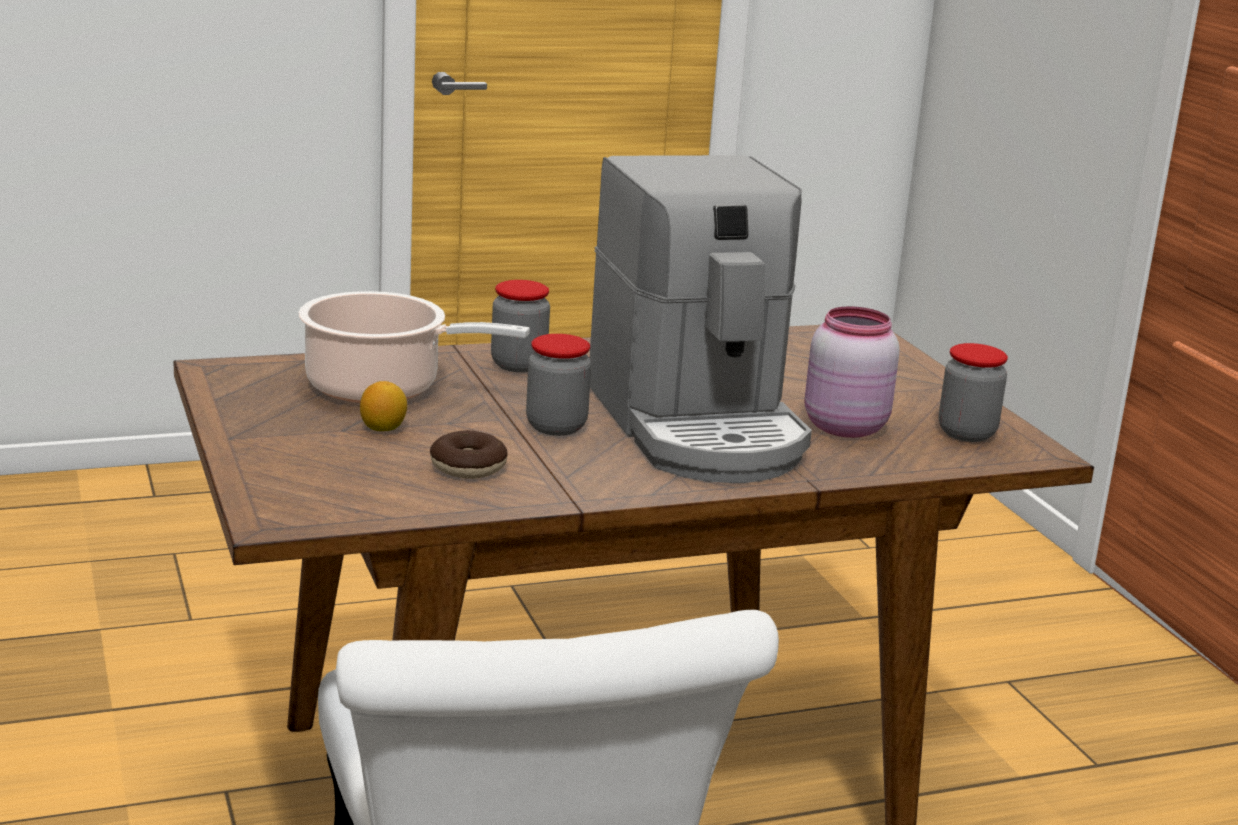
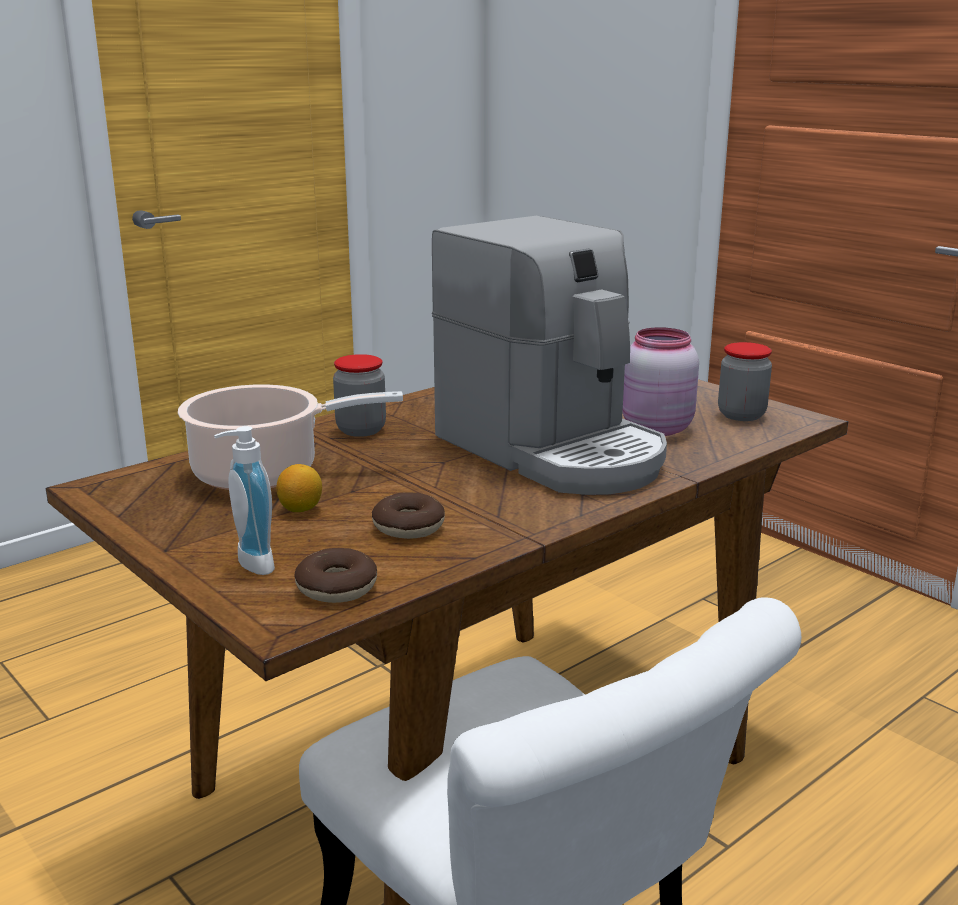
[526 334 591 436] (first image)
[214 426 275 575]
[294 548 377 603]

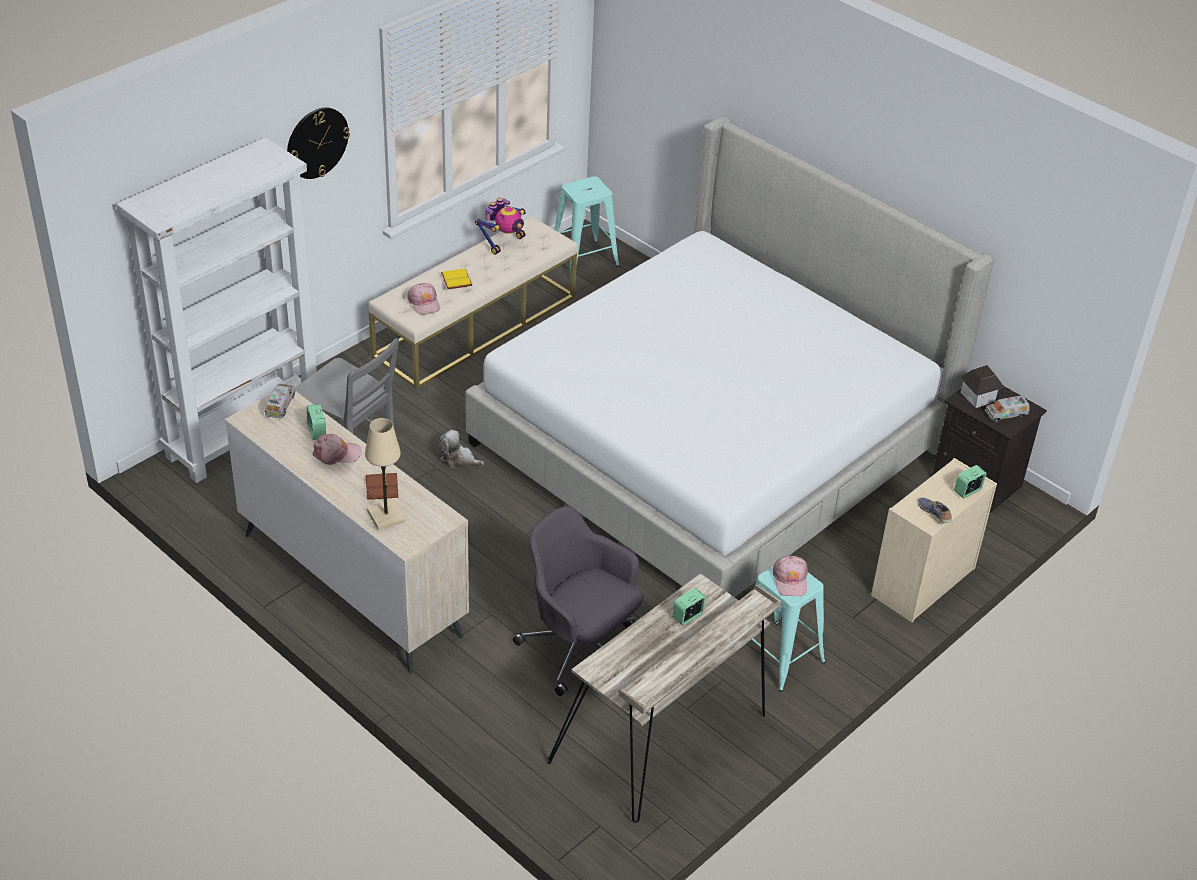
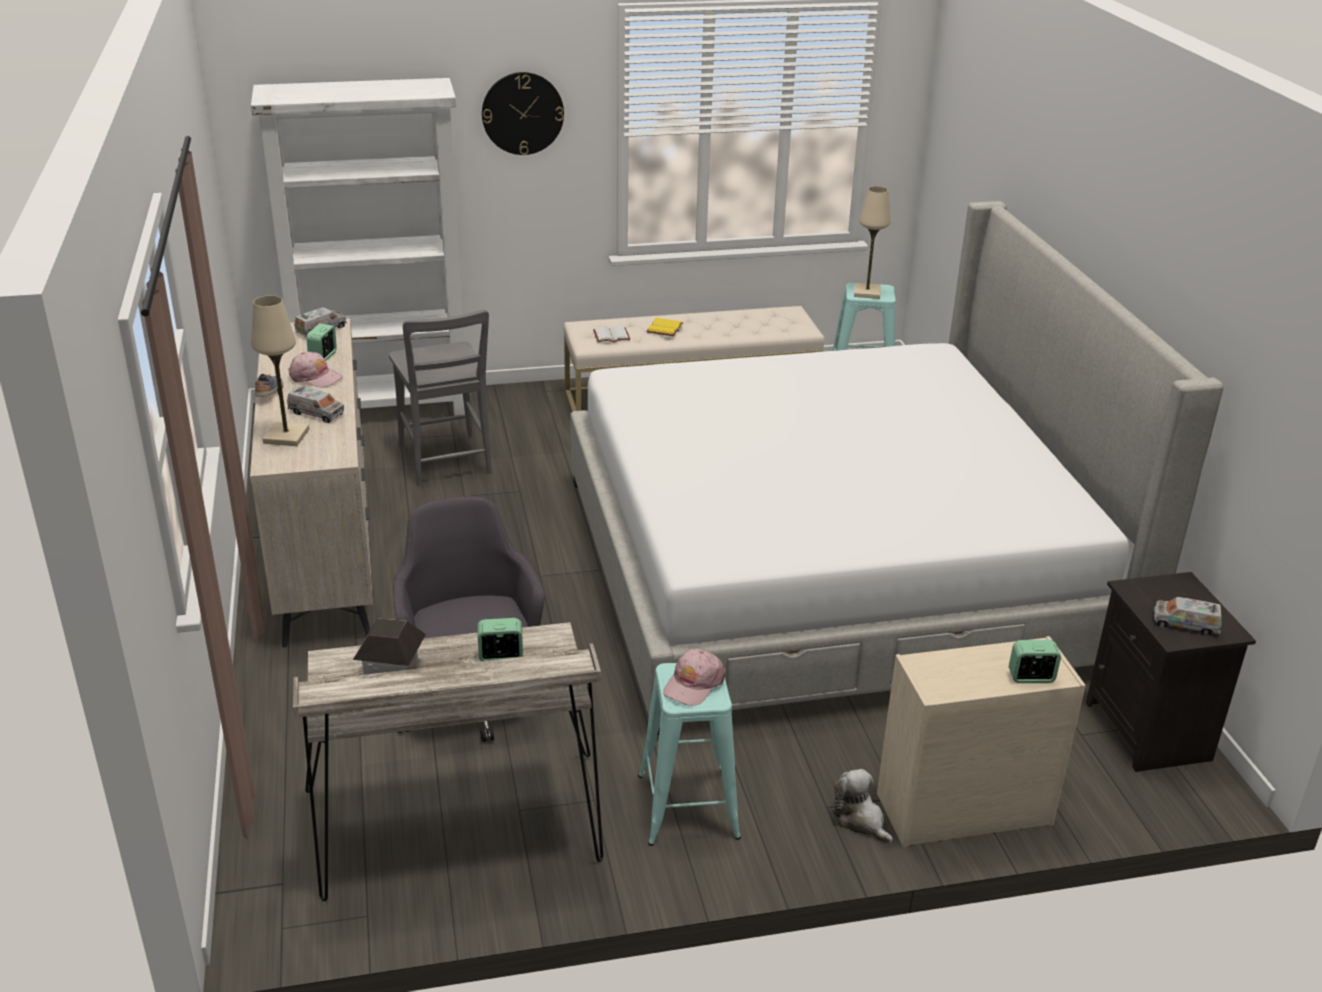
[287 386 344 423]
[593 325 630 342]
[833 769 893 844]
[475 198 526 255] (first image)
[255 374 284 397]
[353 619 426 675]
[854 186 891 299]

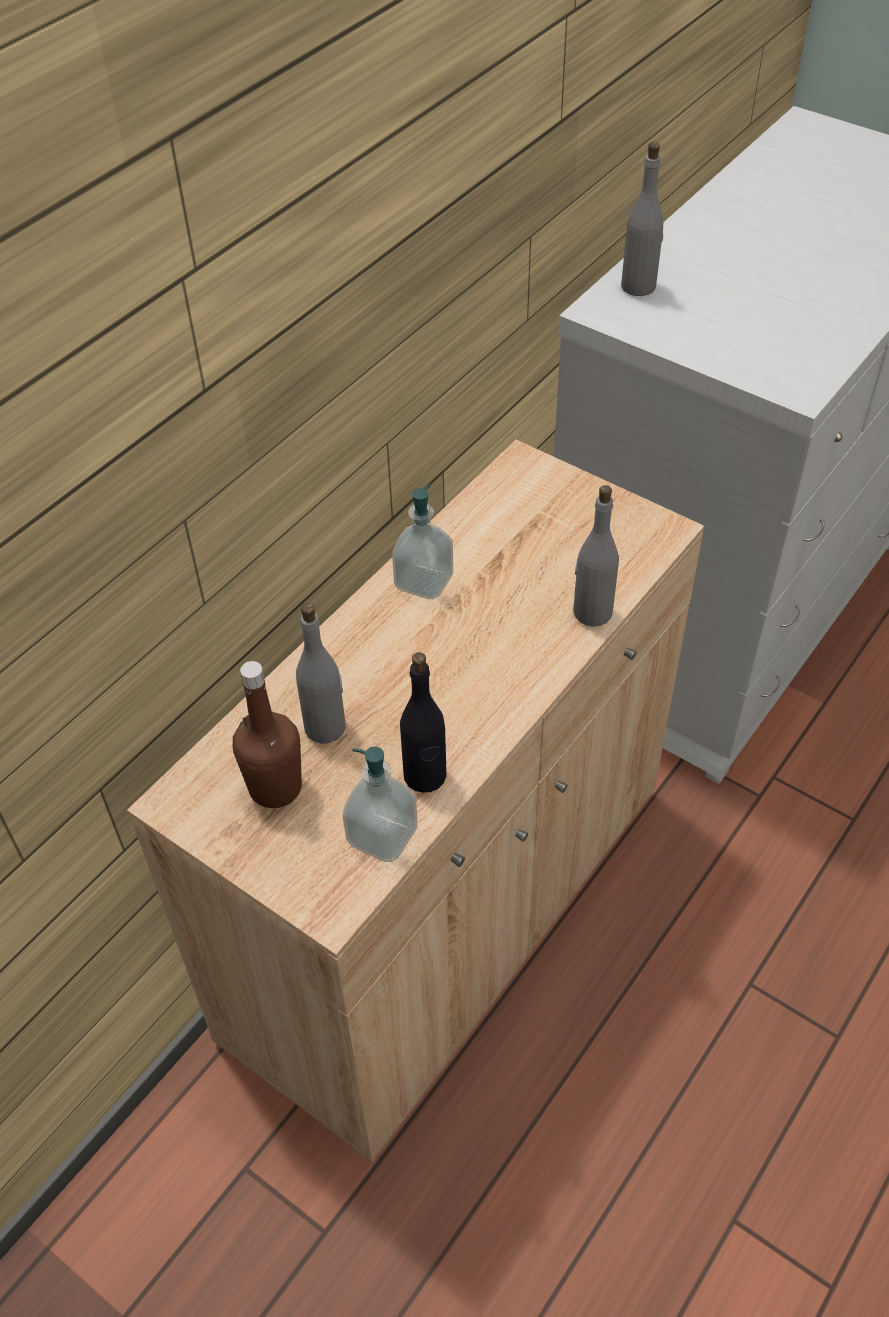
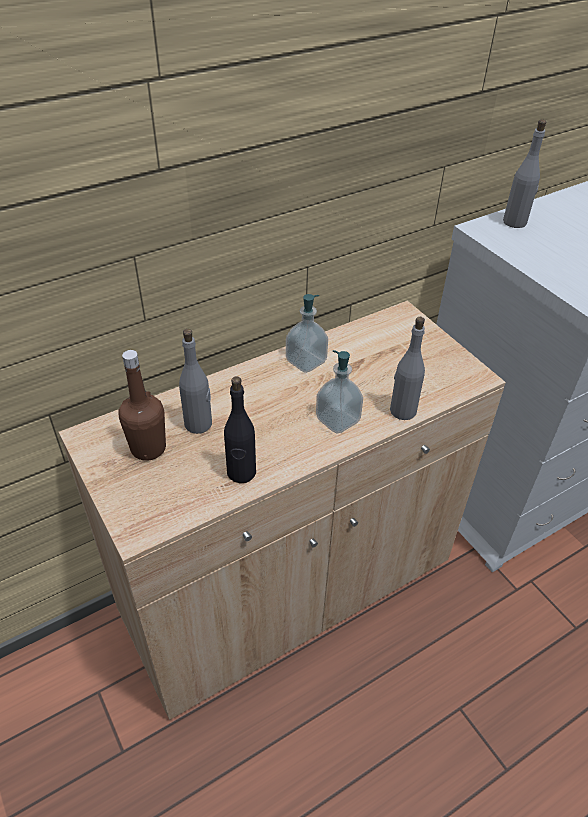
[316 350 363 433]

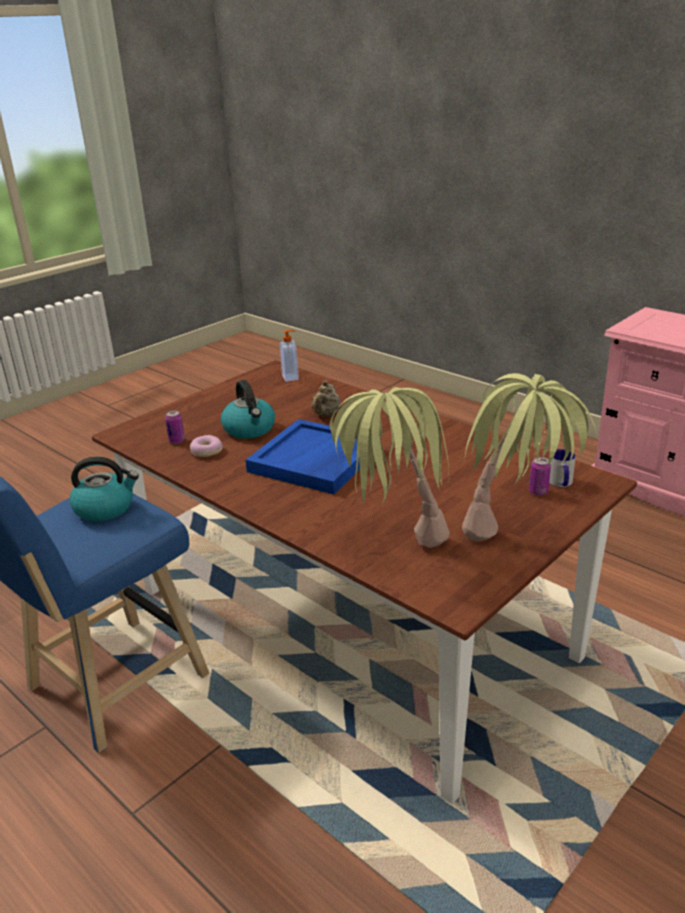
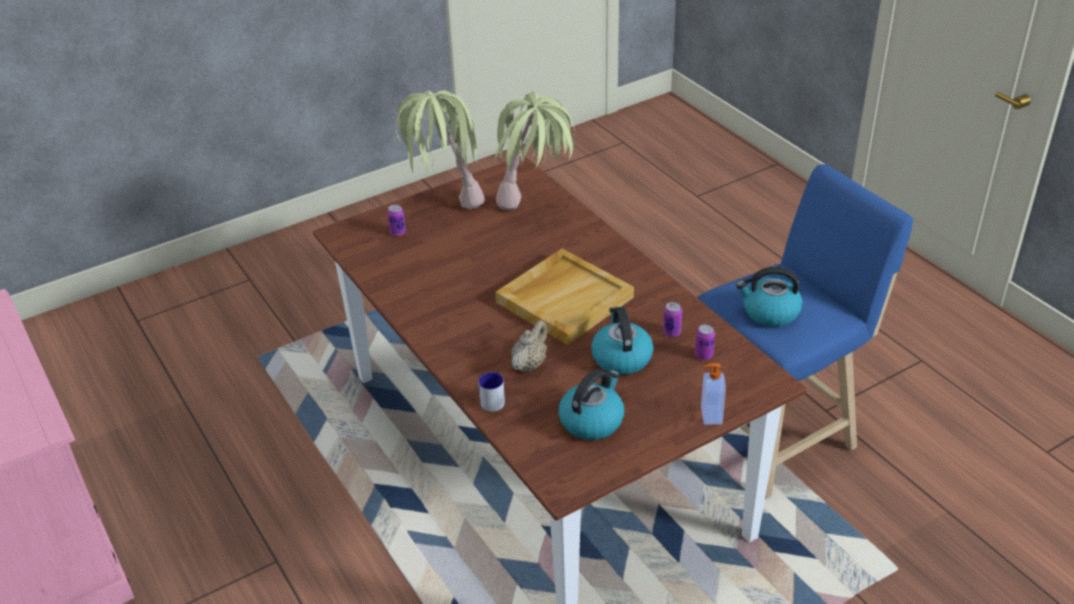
[663 302 682 337]
[495 249 634 345]
[701 363 726 425]
[478 372 505 412]
[559 369 624 440]

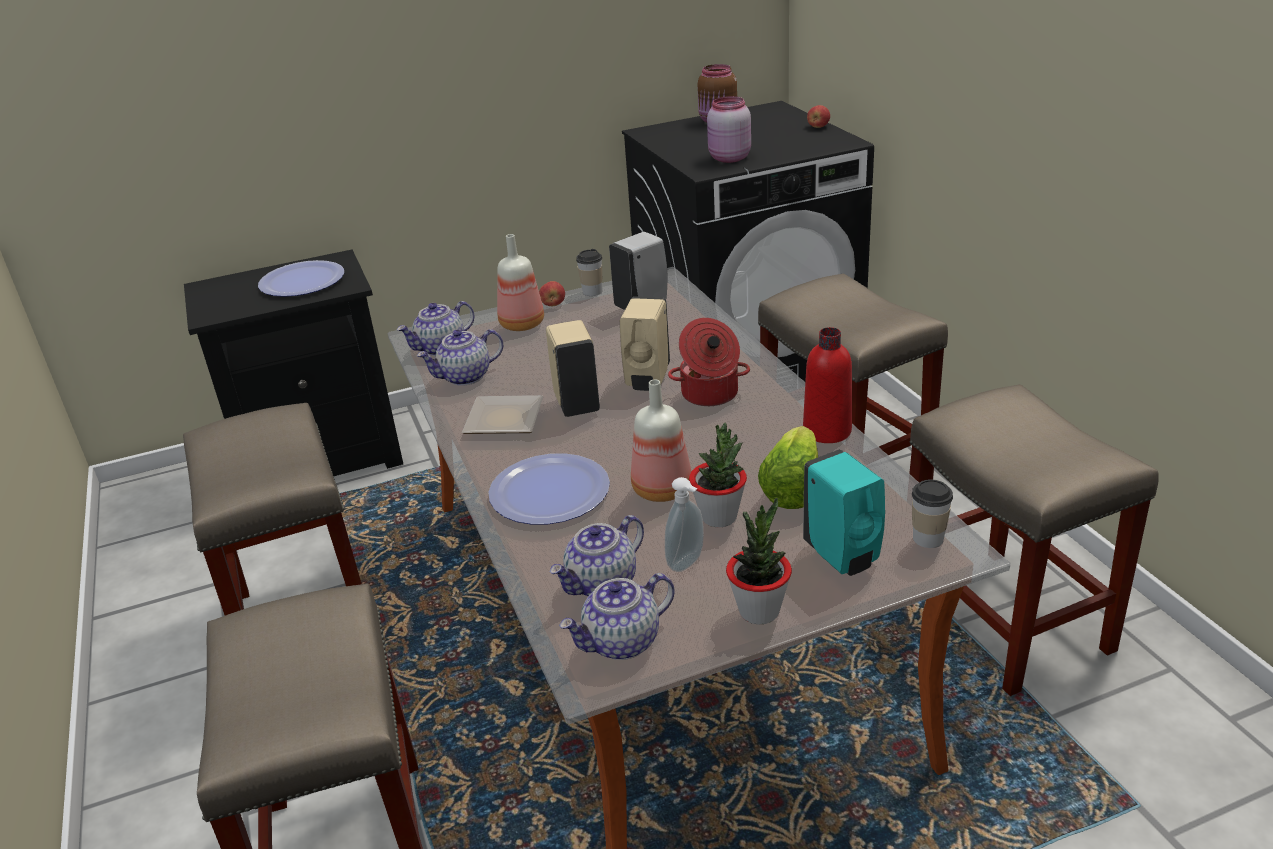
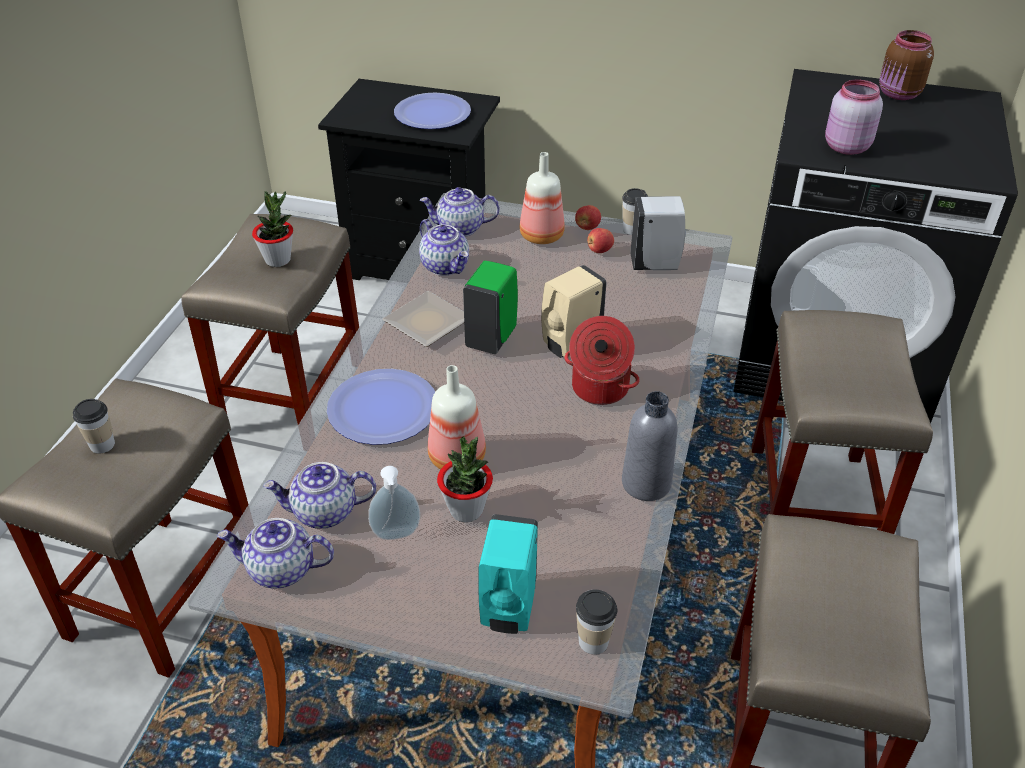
[419 219 469 276]
[463 261 518 354]
[252 191 293 267]
[758 426 818 509] (first image)
[622 391 677 501]
[587 228 614 253]
[73 399 115 454]

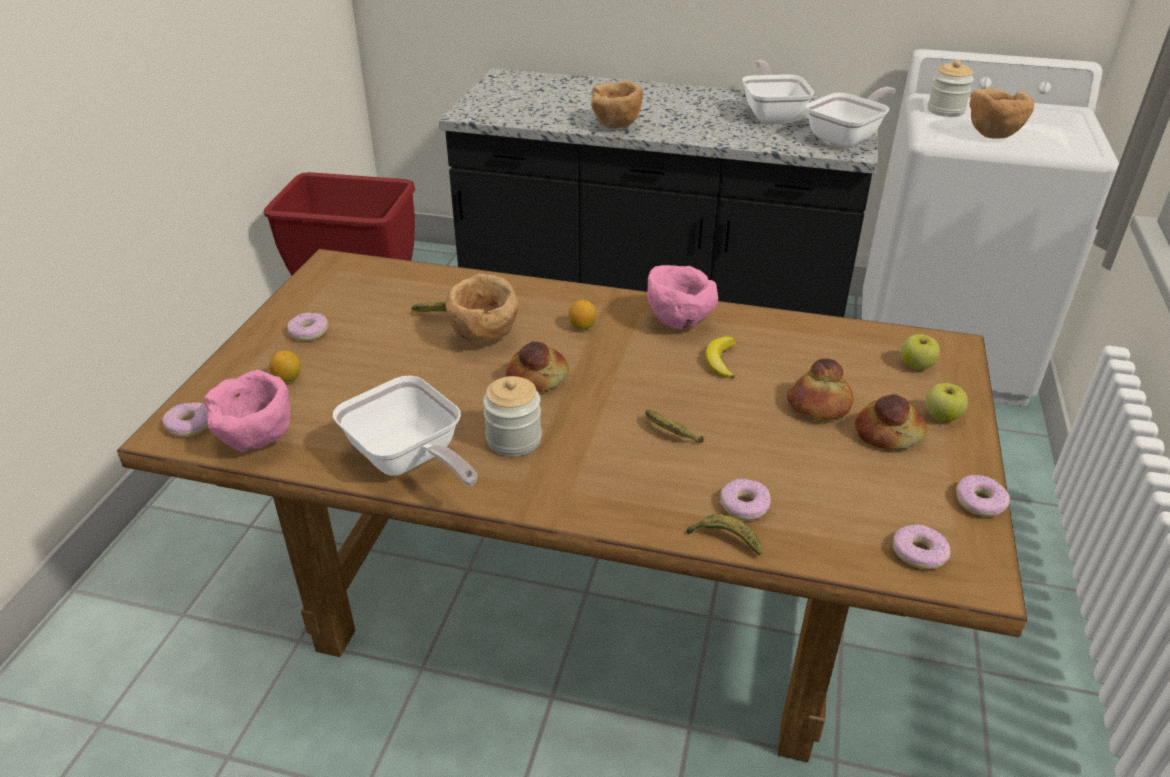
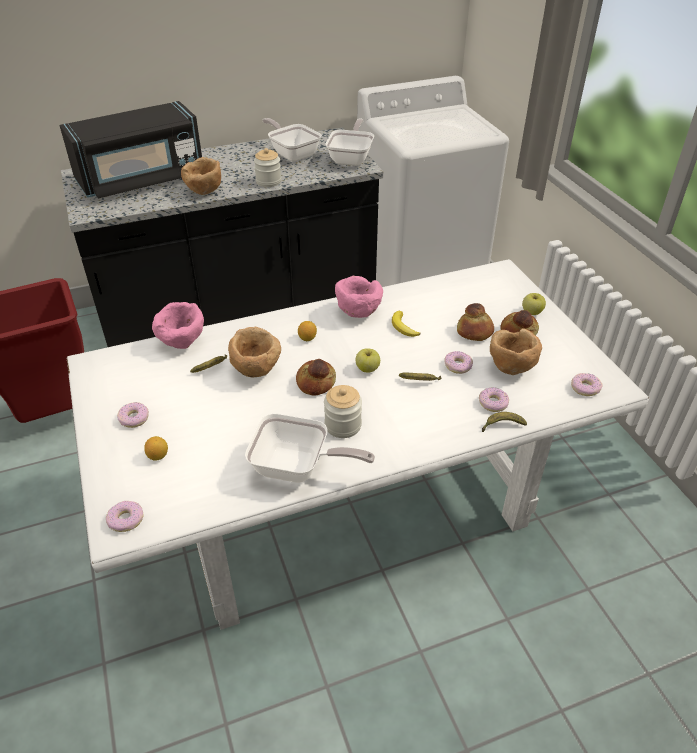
[67 259 649 630]
[152 302 204 349]
[356 348 380 373]
[254 148 281 187]
[445 351 473 374]
[490 329 542 375]
[59 101 202 198]

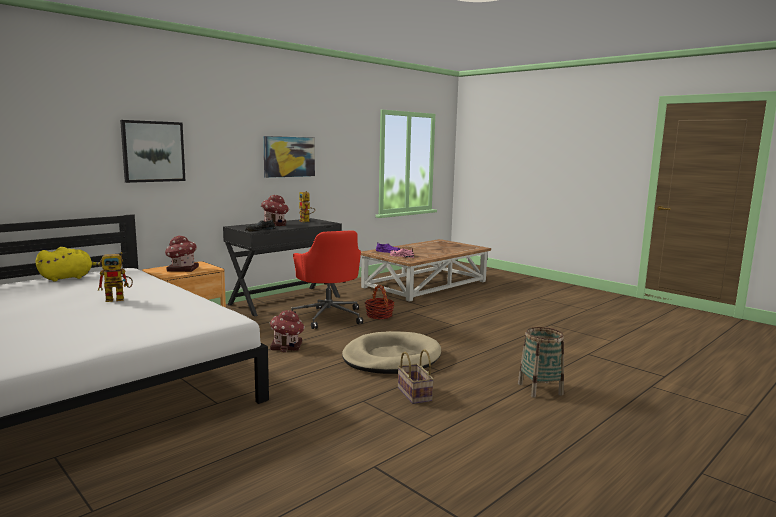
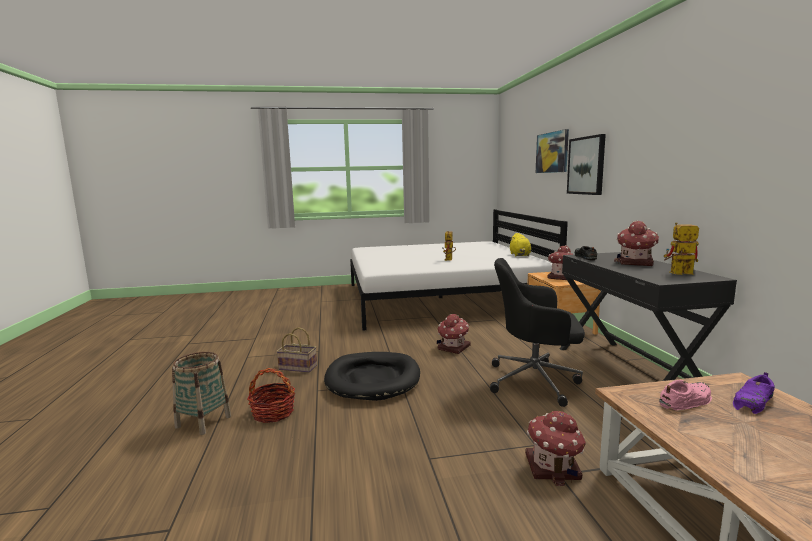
[536 129 569 173]
[490 258 585 407]
[324 352 420 401]
[247 368 295 423]
[525 411 586 486]

